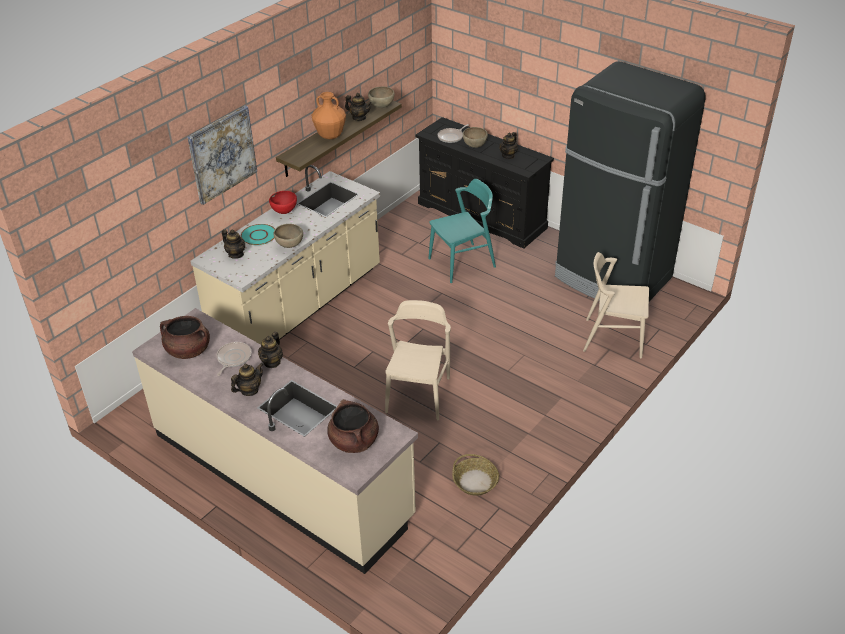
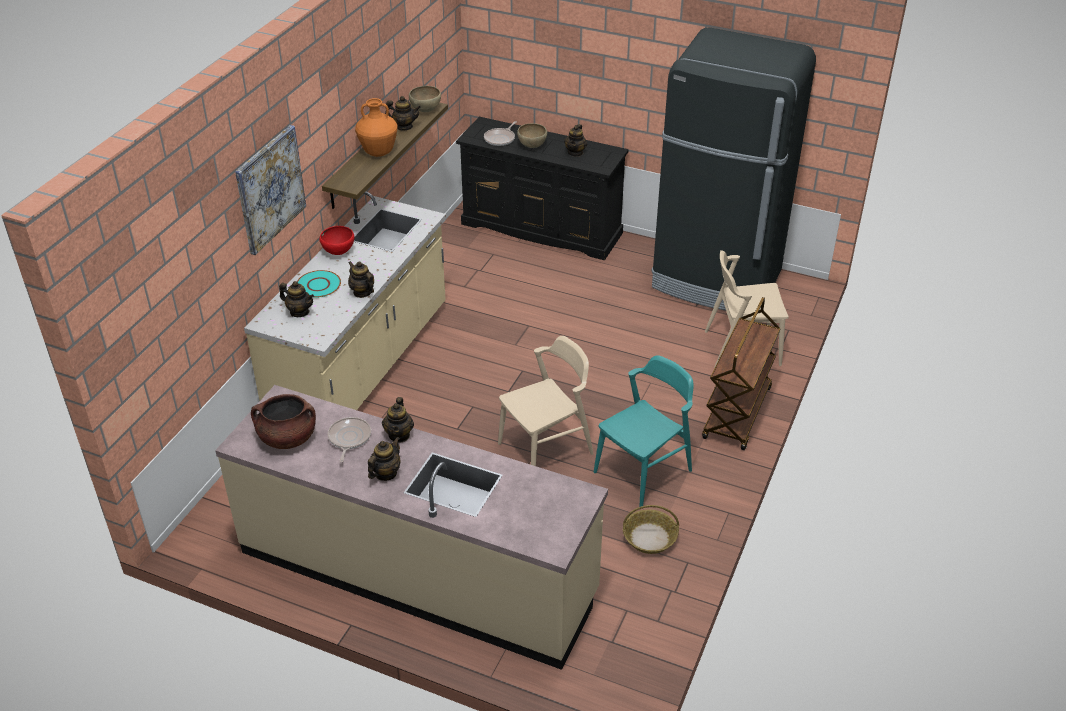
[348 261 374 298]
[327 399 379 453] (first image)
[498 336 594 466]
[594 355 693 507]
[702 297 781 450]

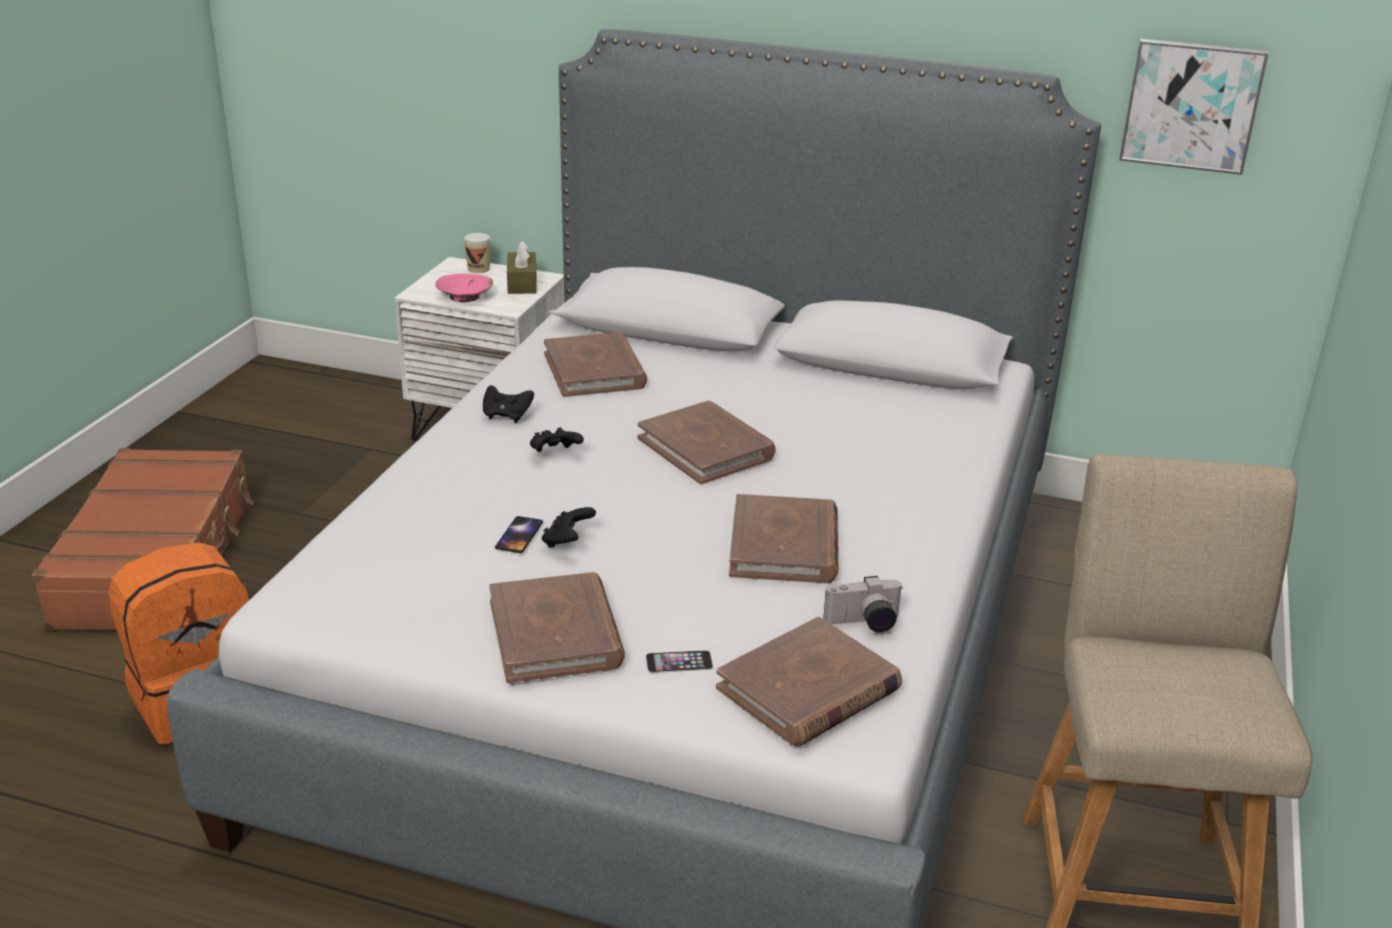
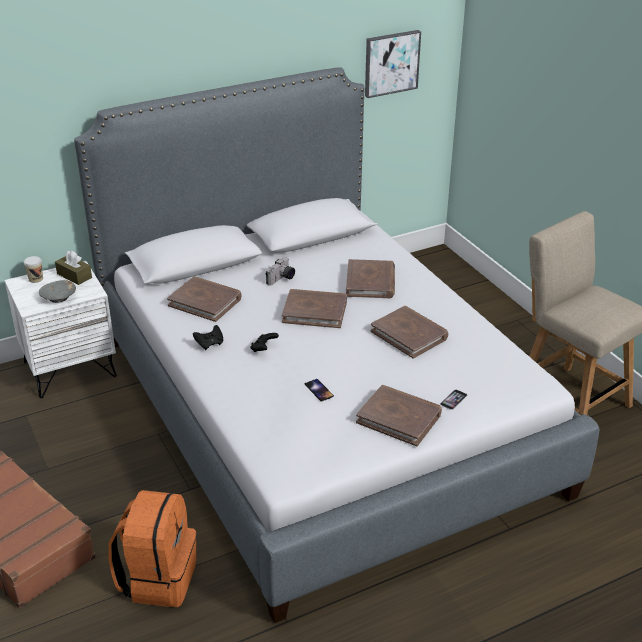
[39 280 76 303]
[542 507 596 548] (first image)
[346 259 395 298]
[266 258 295 286]

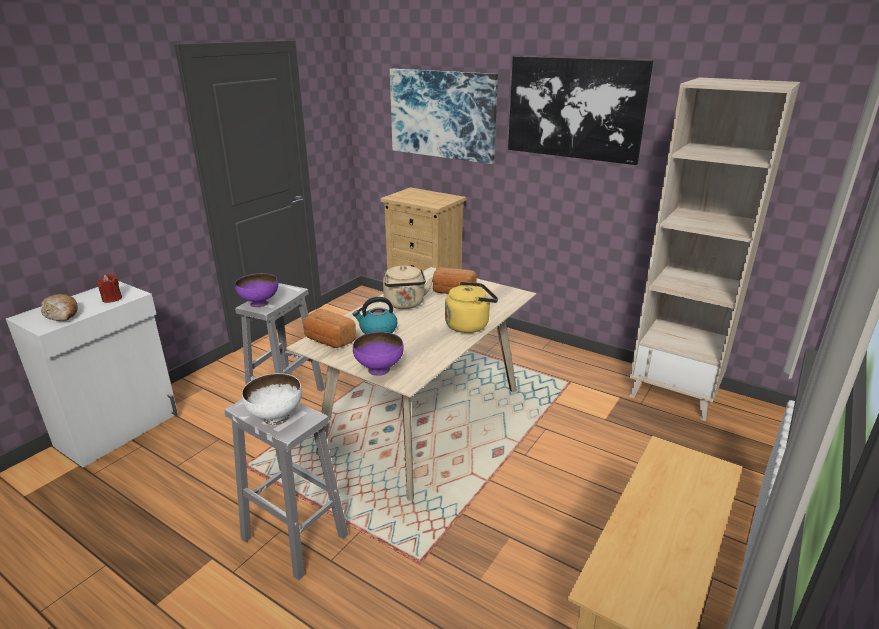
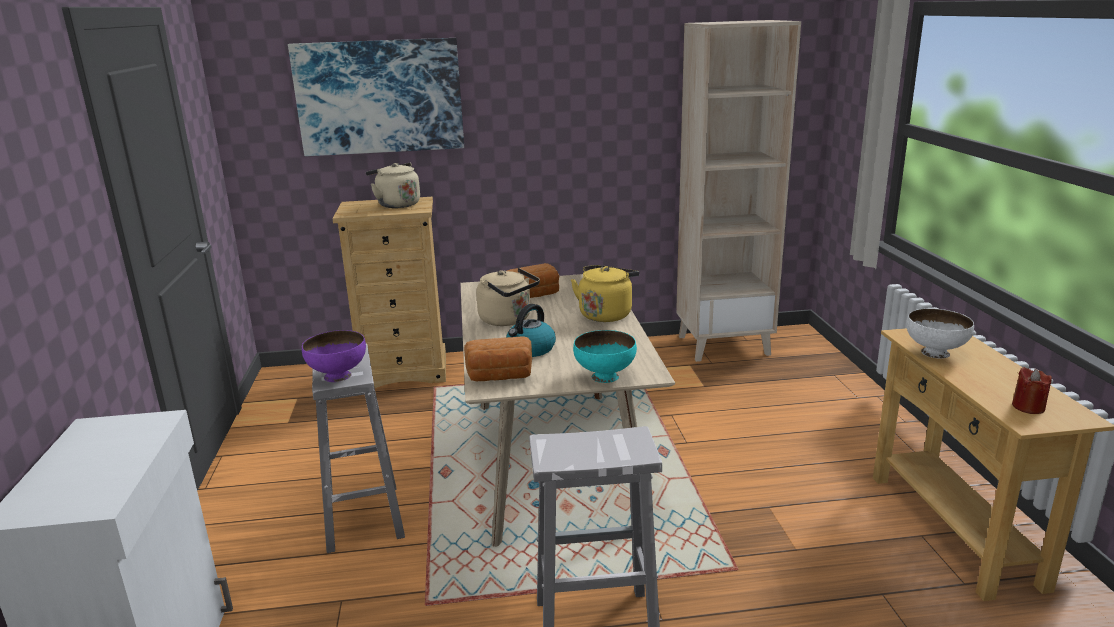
[41 294 78 321] (first image)
[1012 367 1052 414]
[906 308 974 359]
[573 330 637 383]
[508 56 653 165] (first image)
[366 163 420 208]

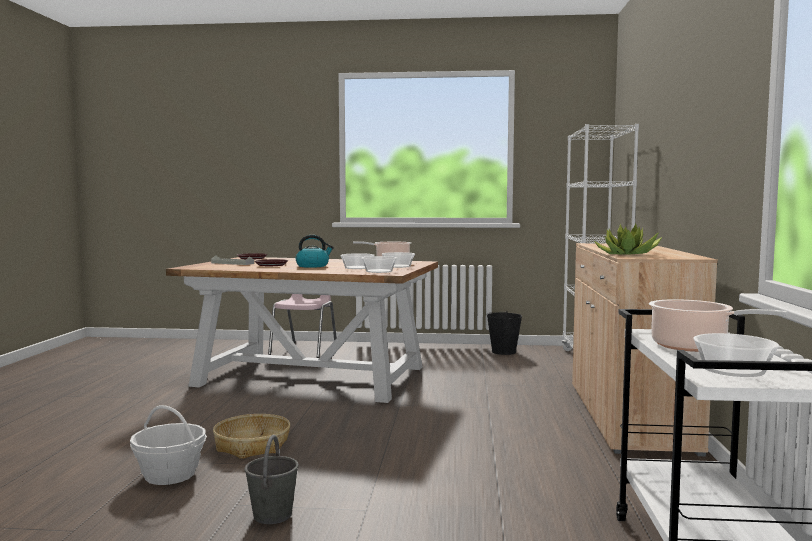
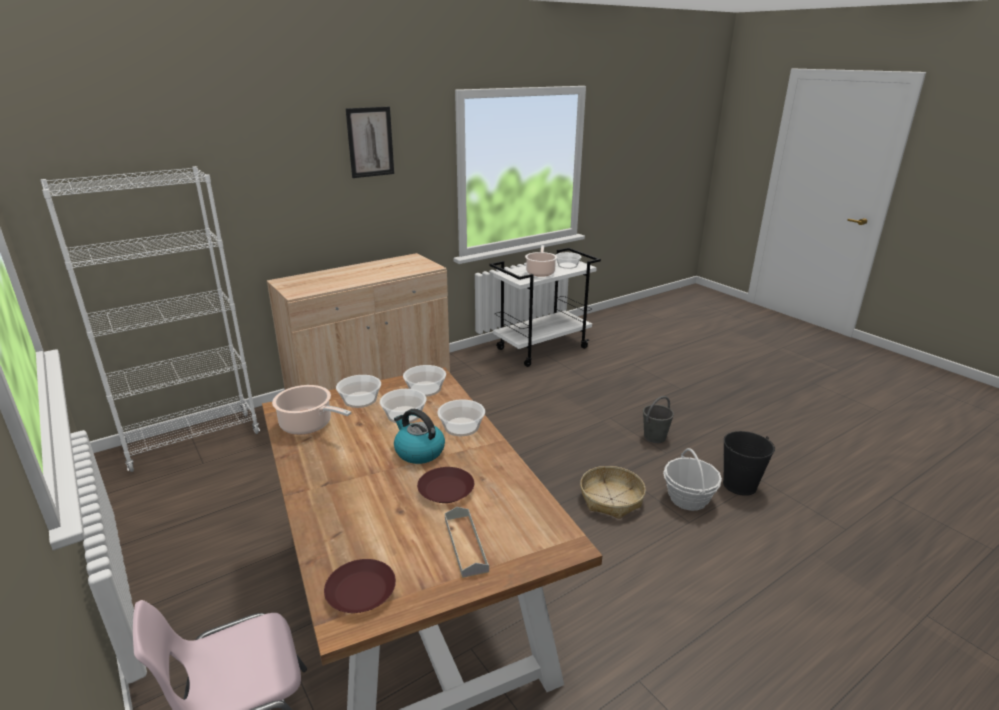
[723 431 775 496]
[593 224 662 255] (first image)
[346 107 394 178]
[437 399 485 436]

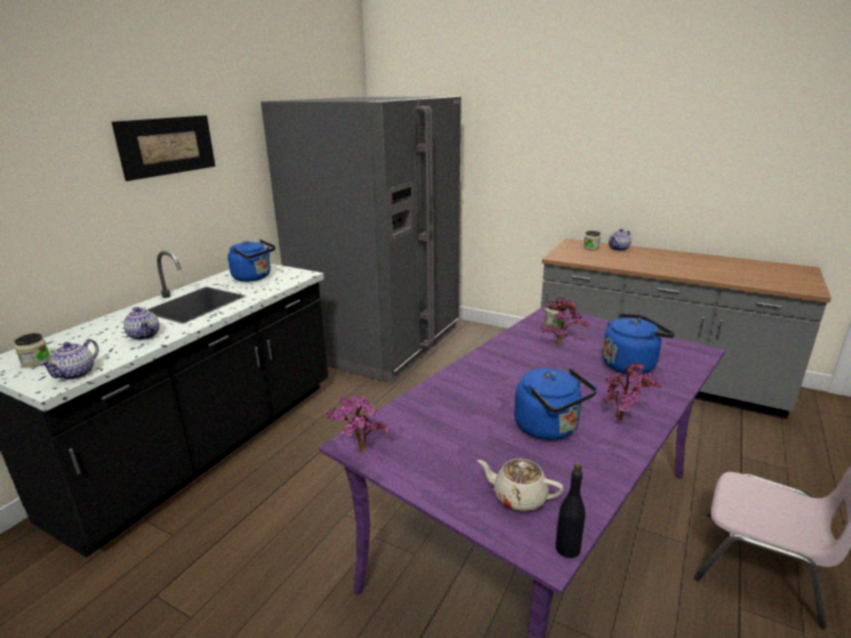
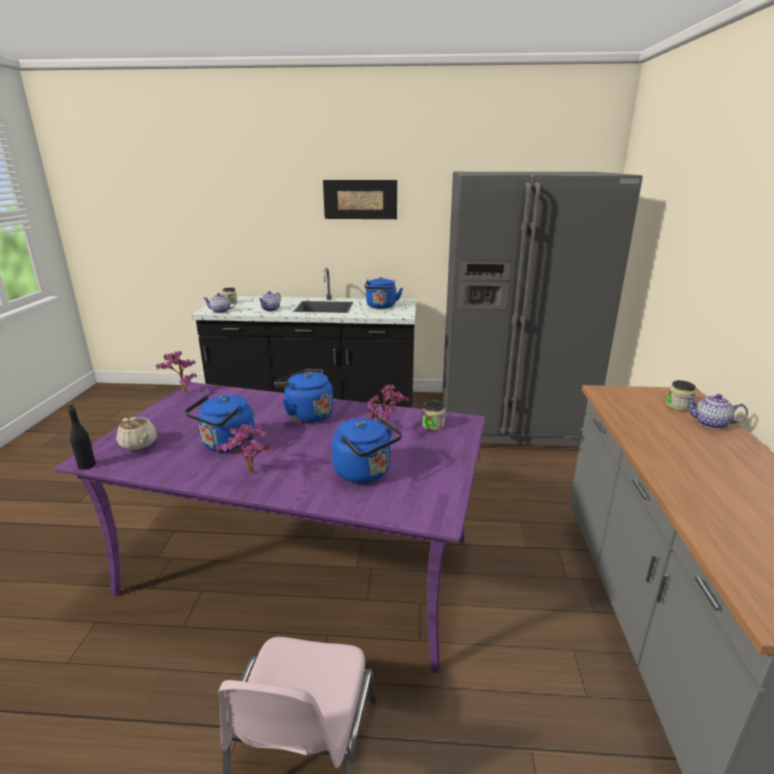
[116 417 157 450]
[274 369 333 423]

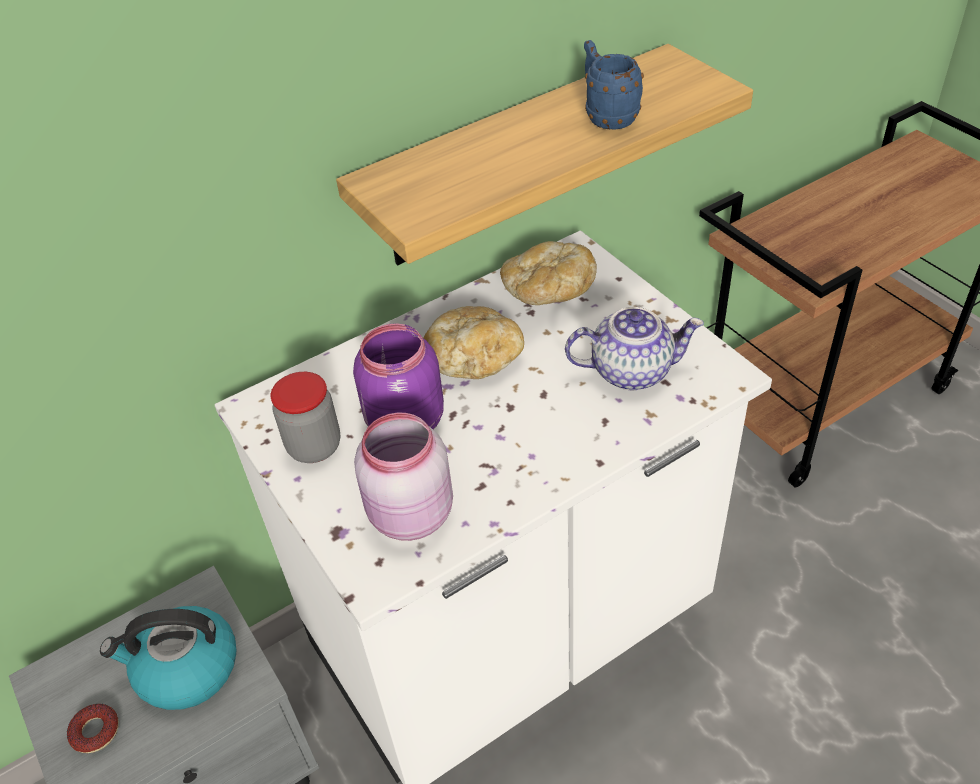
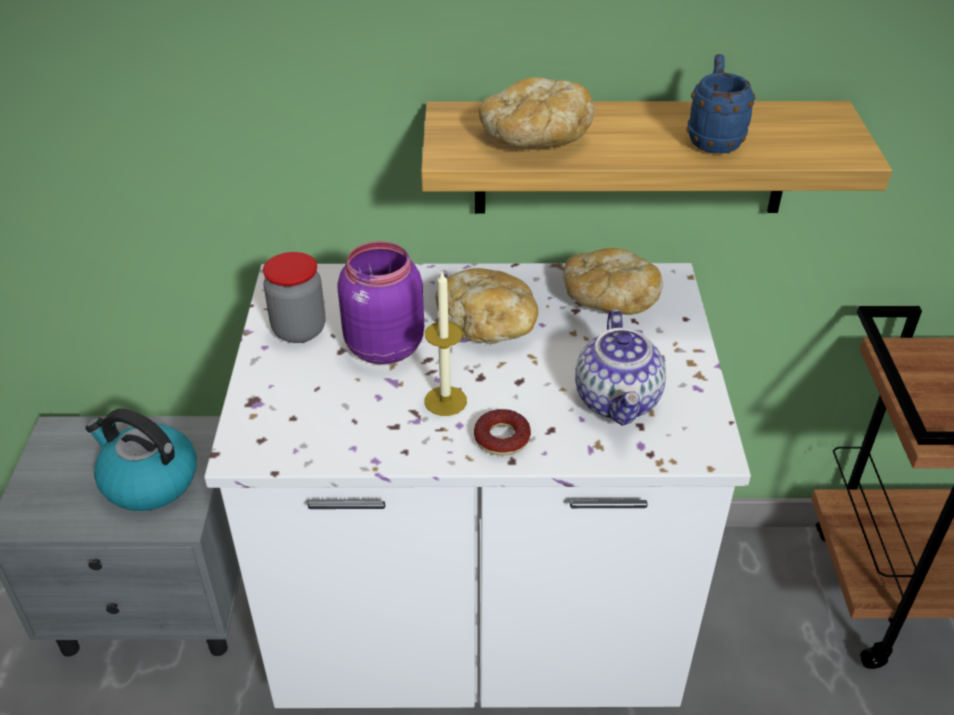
[474 409 531 456]
[354 413 453 541] (first image)
[575 309 666 426]
[425 272 467 416]
[478 77 594 148]

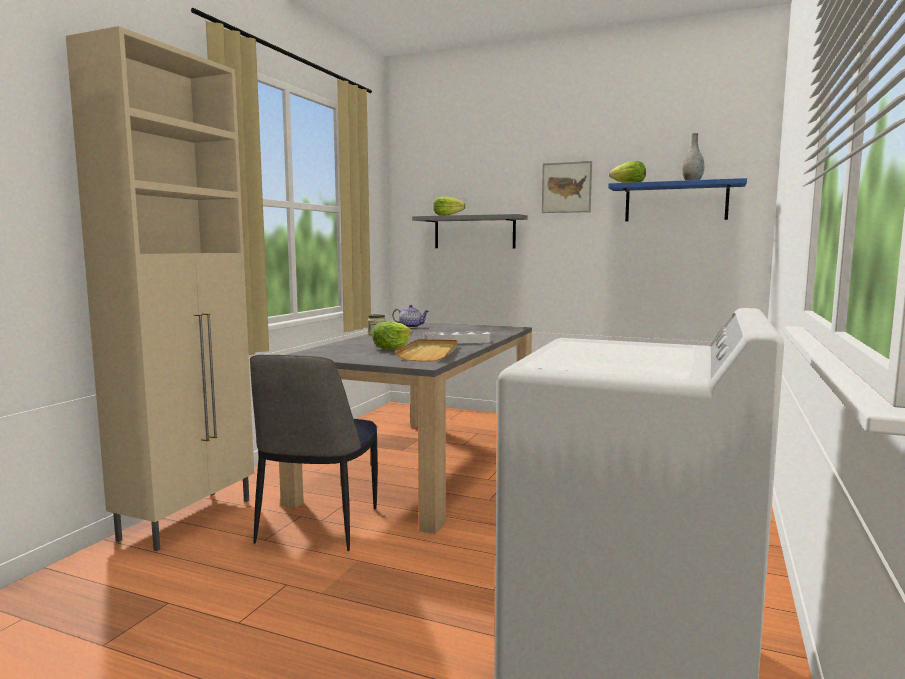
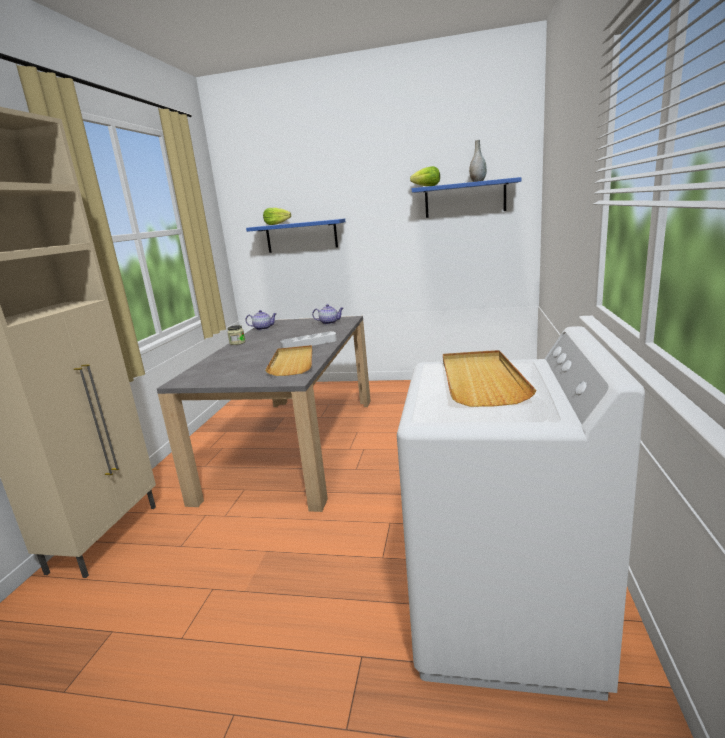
[250 355 378 551] (first image)
[372 322 412 350] (first image)
[246 219 345 253]
[542 161 592 213] (first image)
[312 304 343 324]
[443 350 536 407]

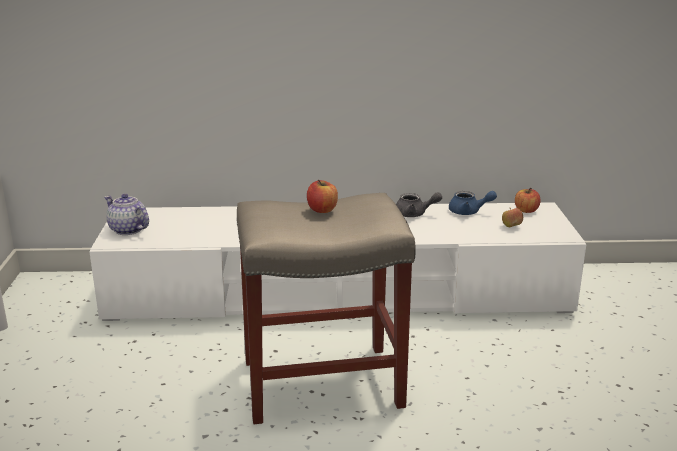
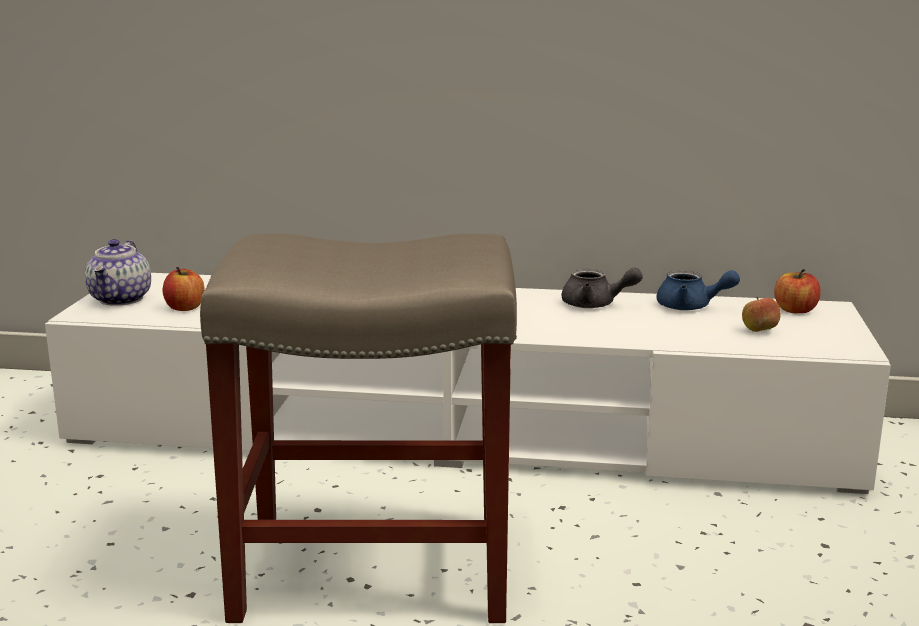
[85 239 151 306]
[163 267 204 311]

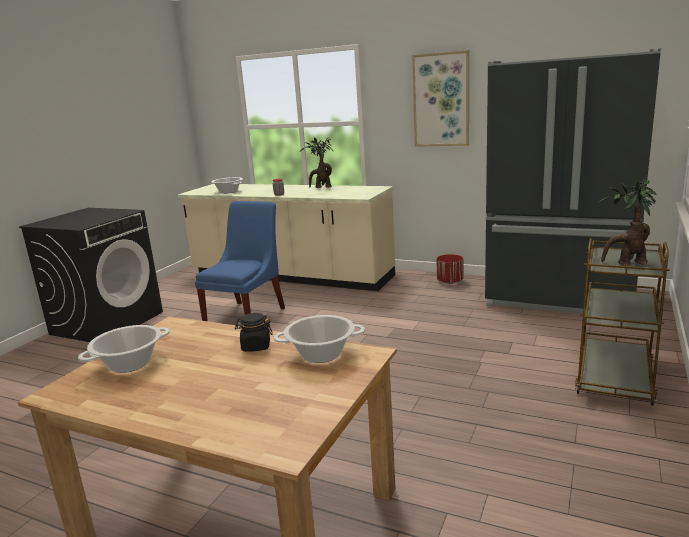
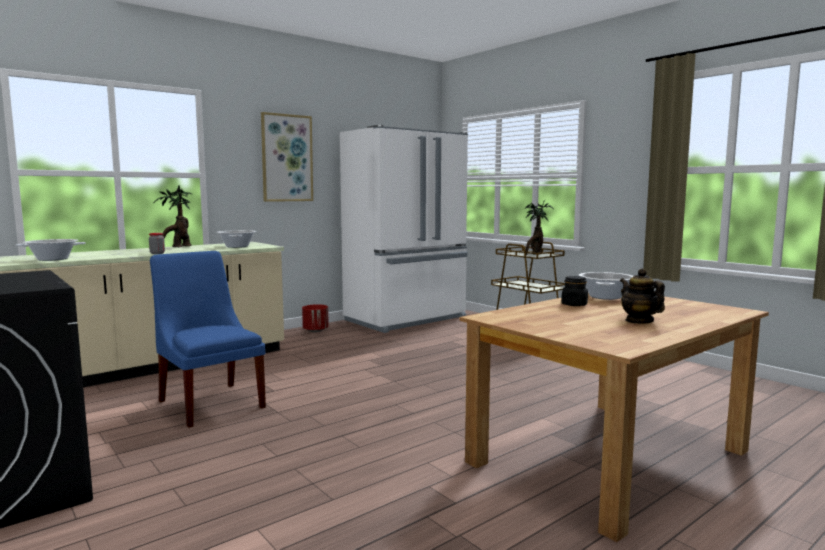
[217 230 256 248]
[340 125 468 333]
[620 268 665 324]

